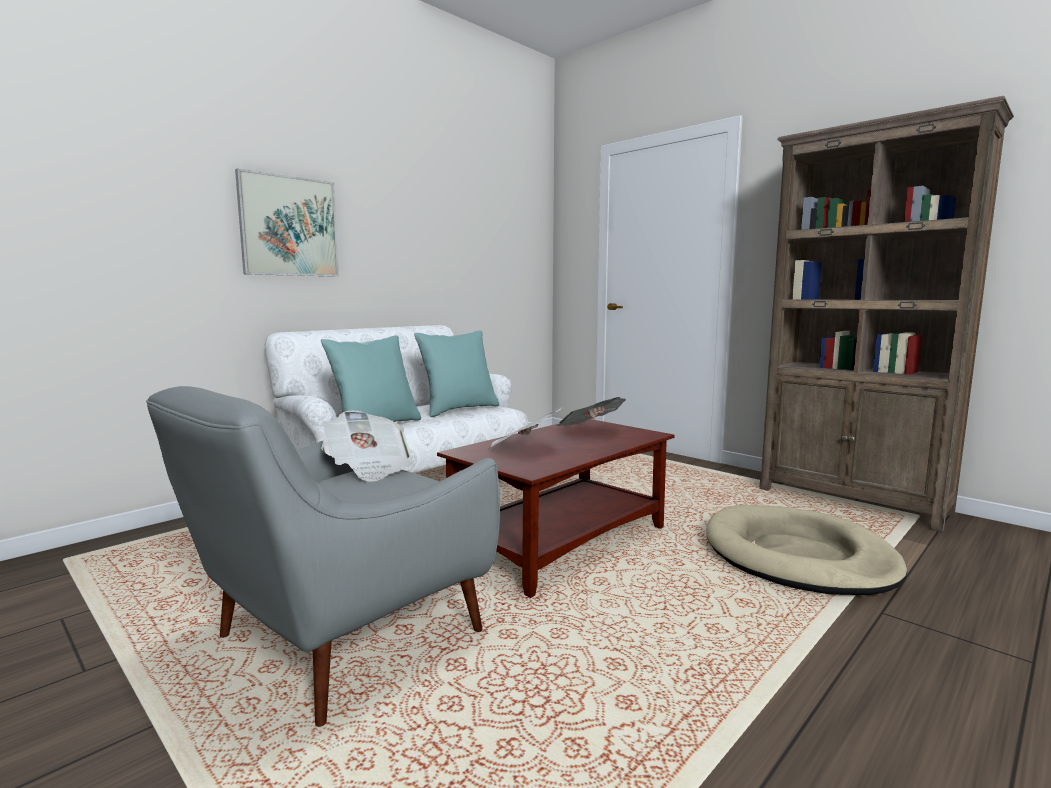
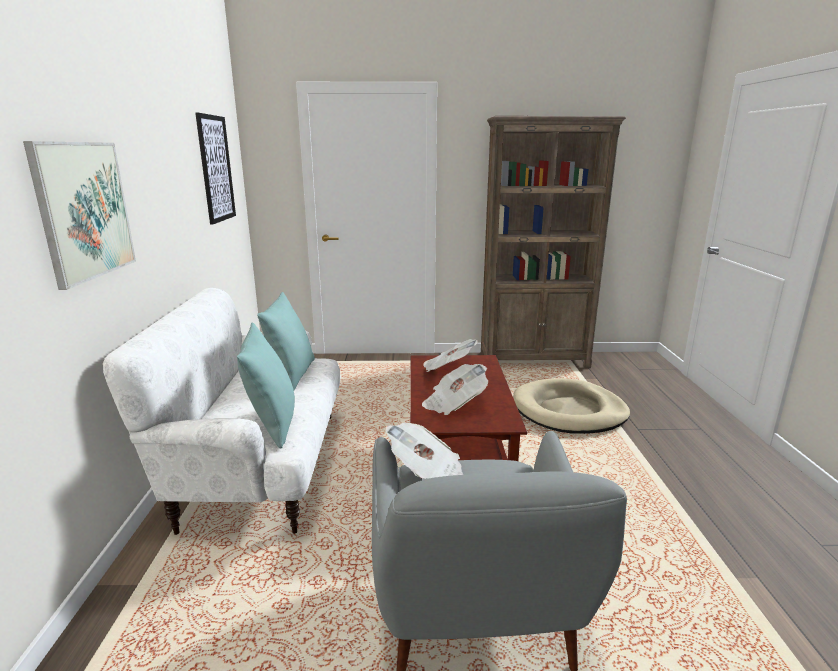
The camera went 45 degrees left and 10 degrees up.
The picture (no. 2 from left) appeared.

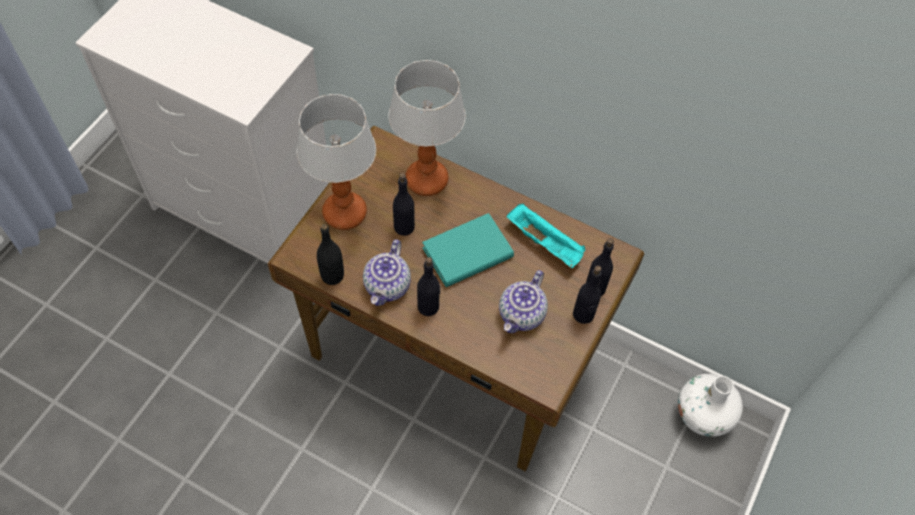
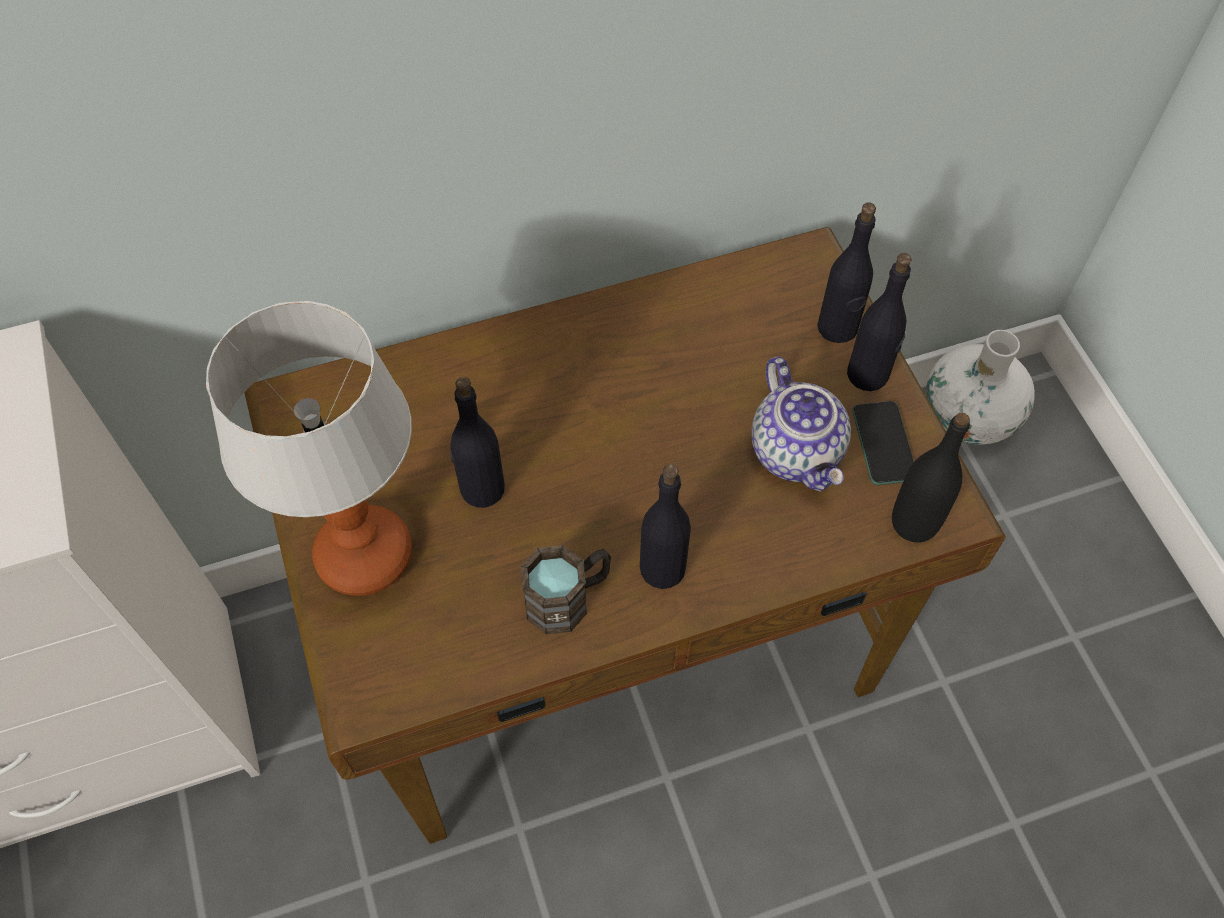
The camera went 45 degrees left and 0 degrees up.
The table lamp (no. 2 from left) disappeared.
The turquoise tray disappeared.
The turquoise book disappeared.
The black bottle (no. 1 from left in the first image) moved.
The teapot (no. 1 from left) was replaced by the brown mug.
The phone appeared.

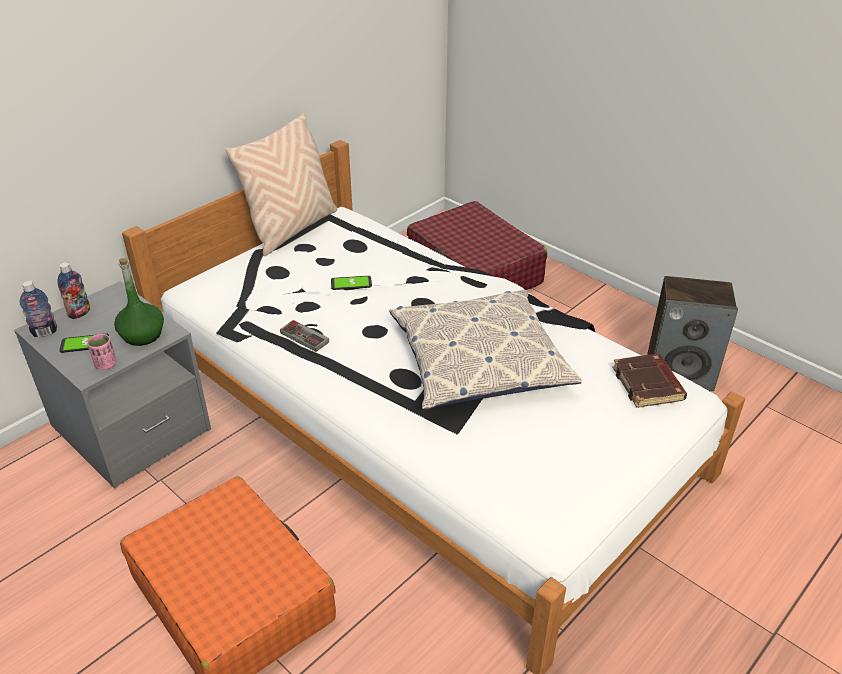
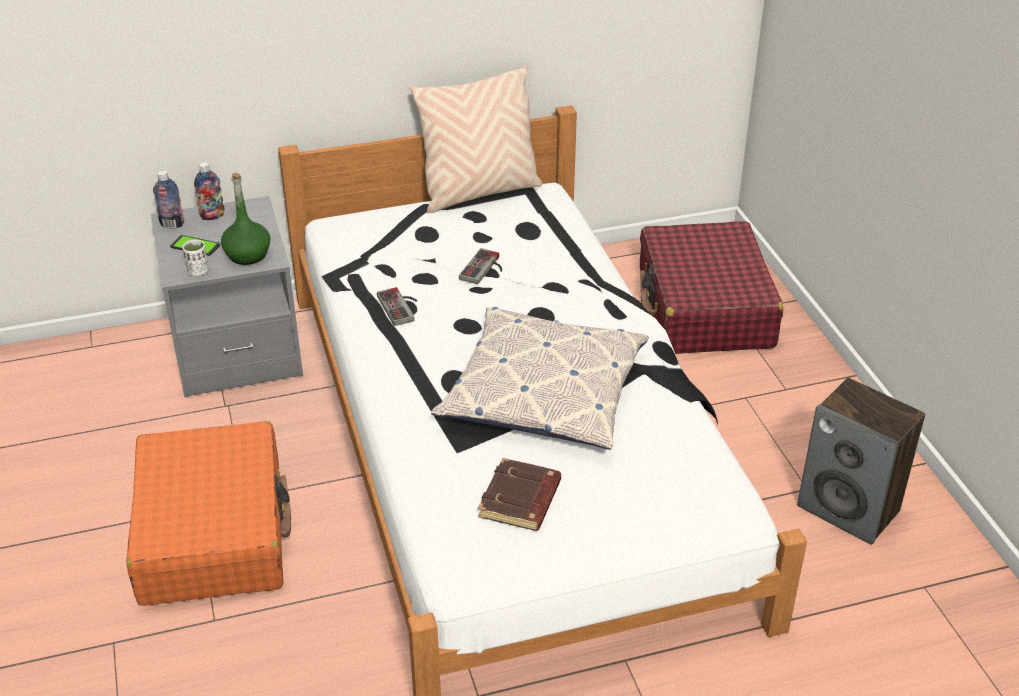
The camera went 30 degrees right and 0 degrees up.
The phone (no. 2 from left) was replaced by the game controller (no. 2 from left).
The pink cup became the white cup.
The brown book moved.

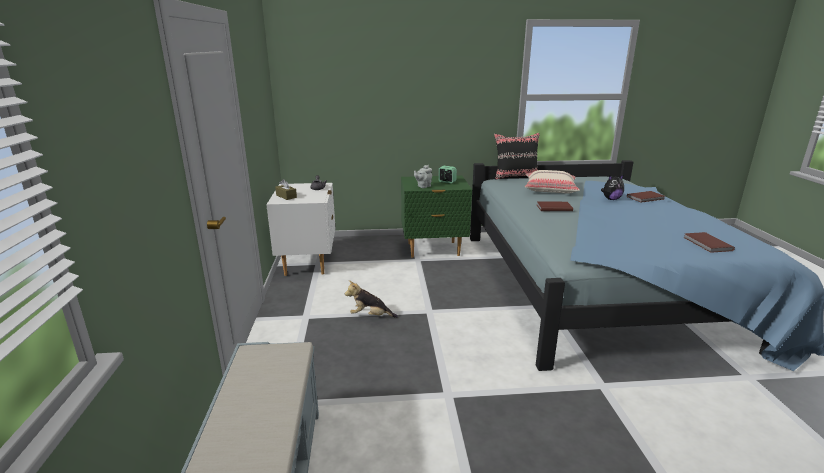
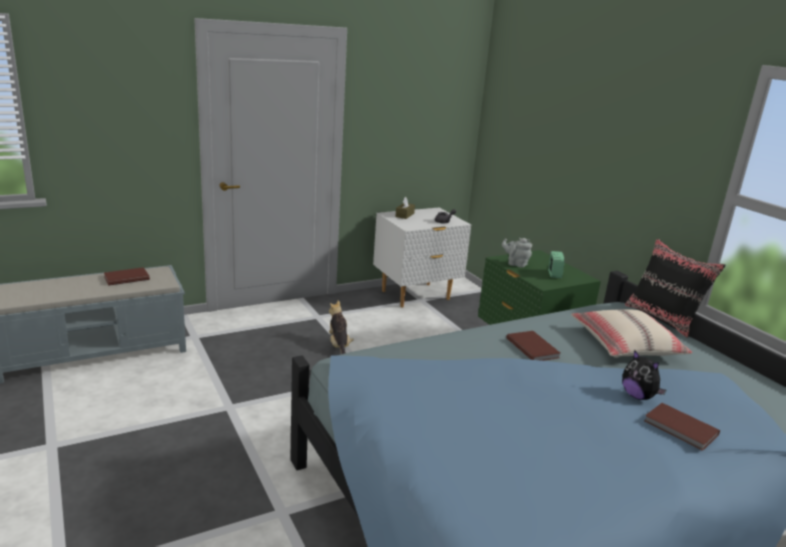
The camera went 65 degrees right and 0 degrees up.
The brown book (no. 3 from left in the first image) moved.

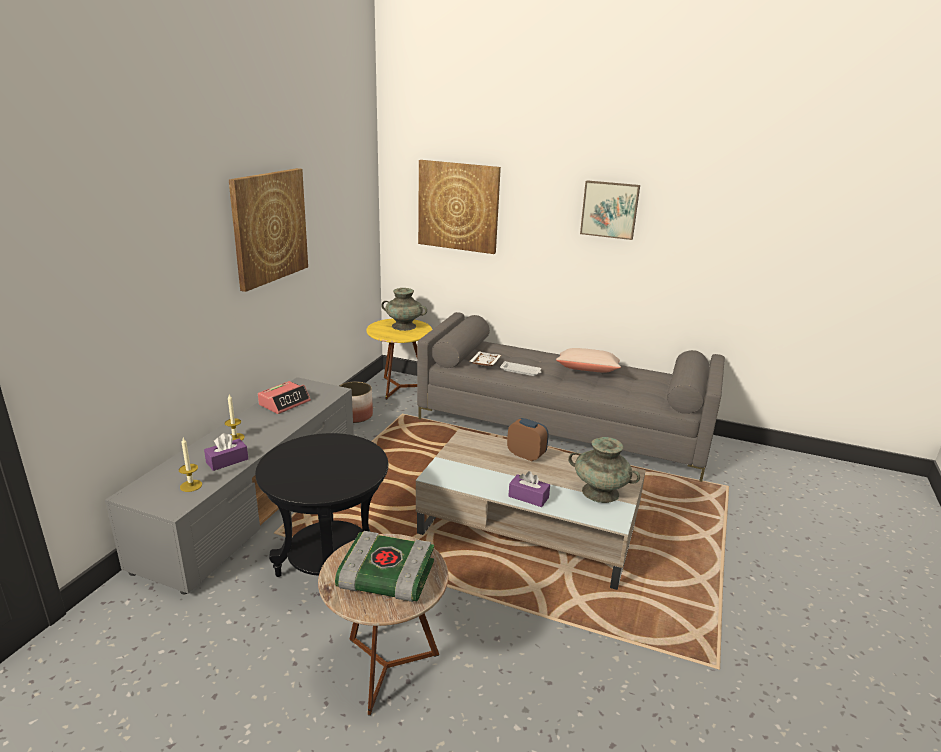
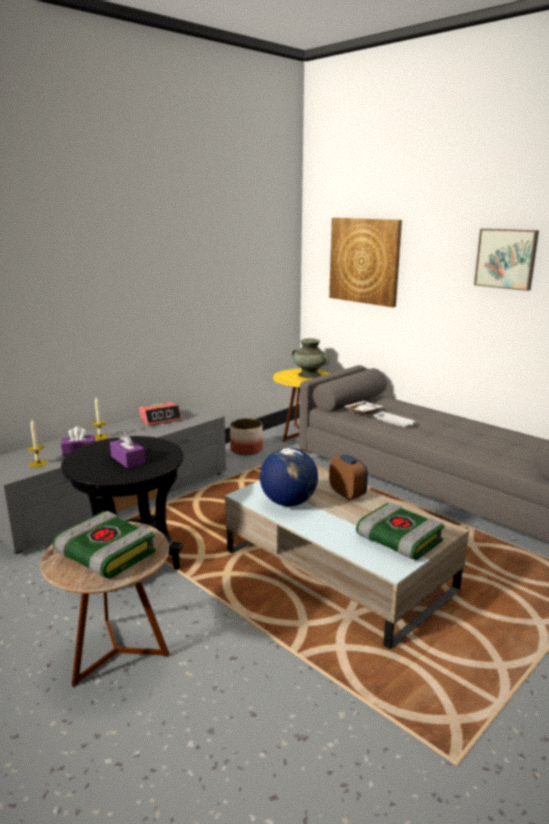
The camera went 25 degrees right and 5 degrees down.
The picture (no. 1 from left) disappeared.
The beige pillow disappeared.
The turquoise vase (no. 2 from left) was replaced by the book (no. 2 from left).
The purple tissue box (no. 2 from left) moved.
The globe appeared.

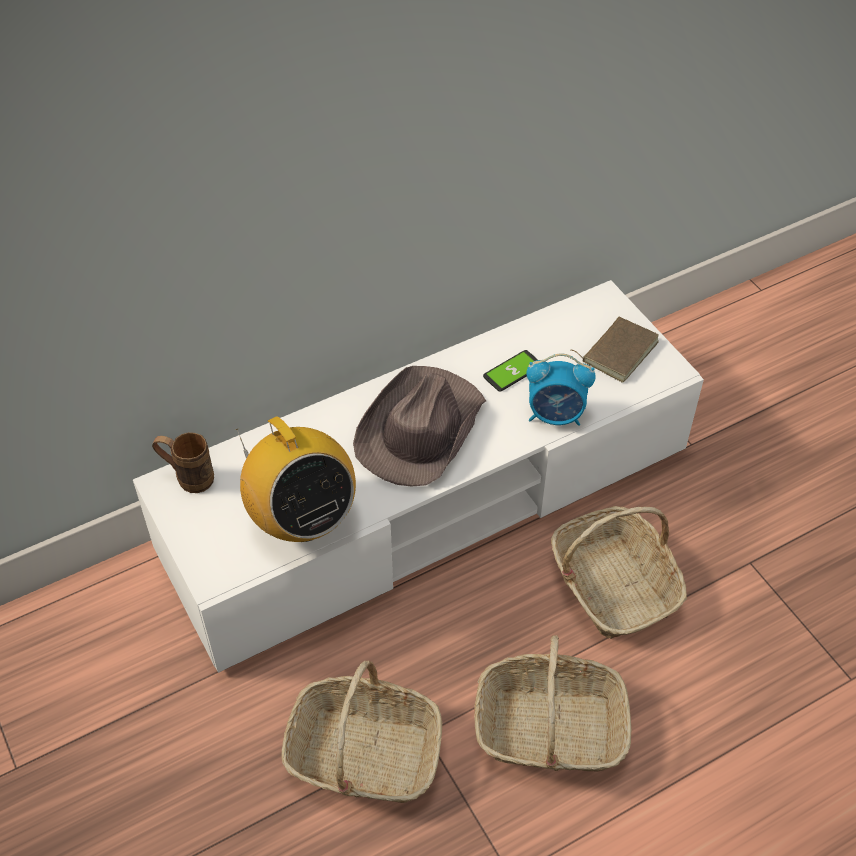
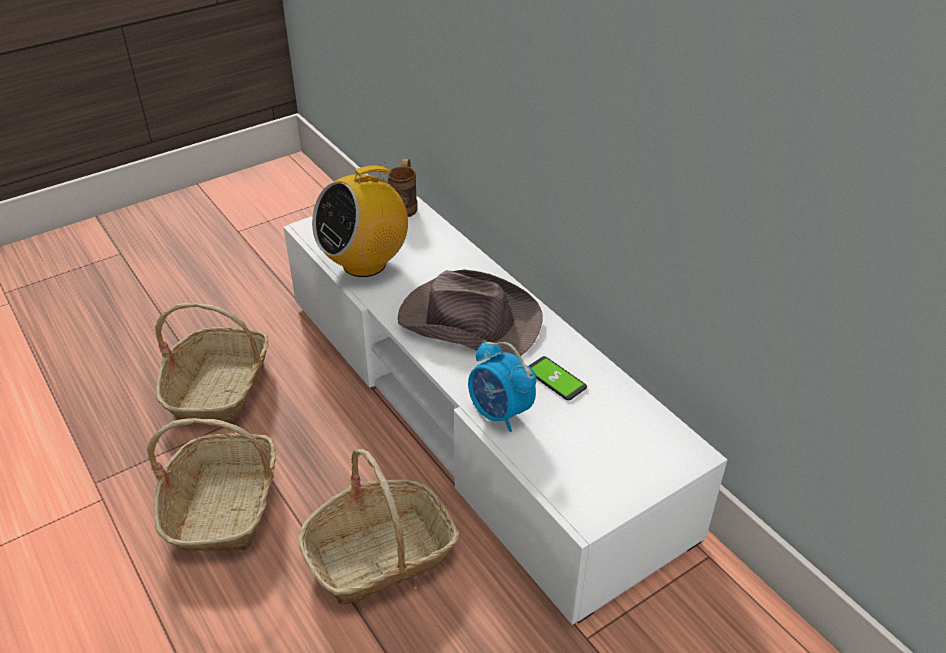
The camera went 85 degrees right and 10 degrees down.
The brown book disappeared.
The alarm clock turned 45 degrees counterclockwise.

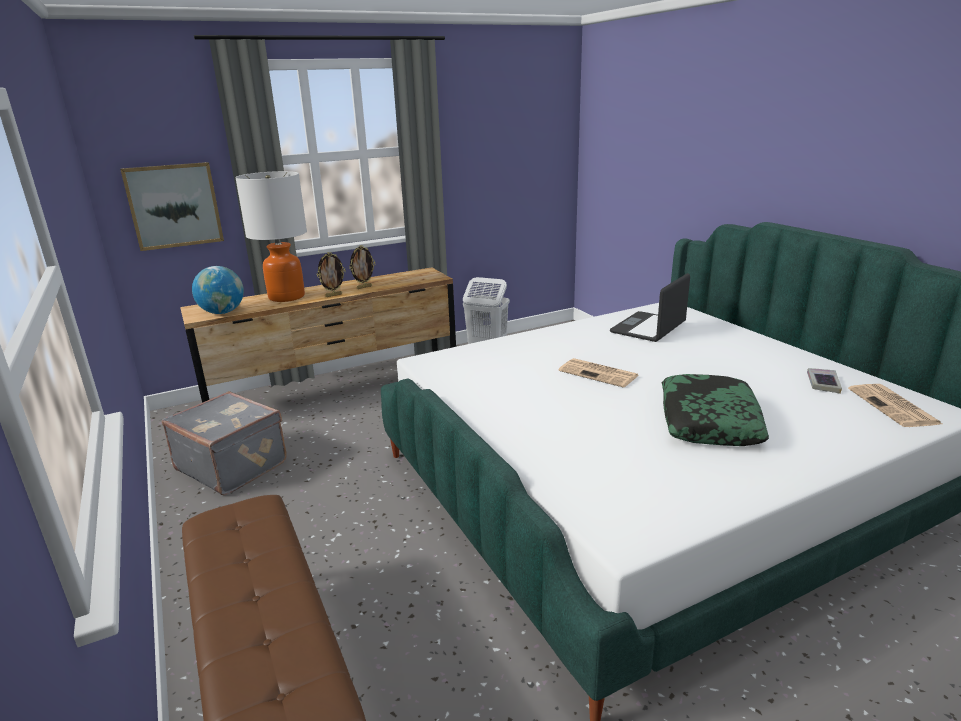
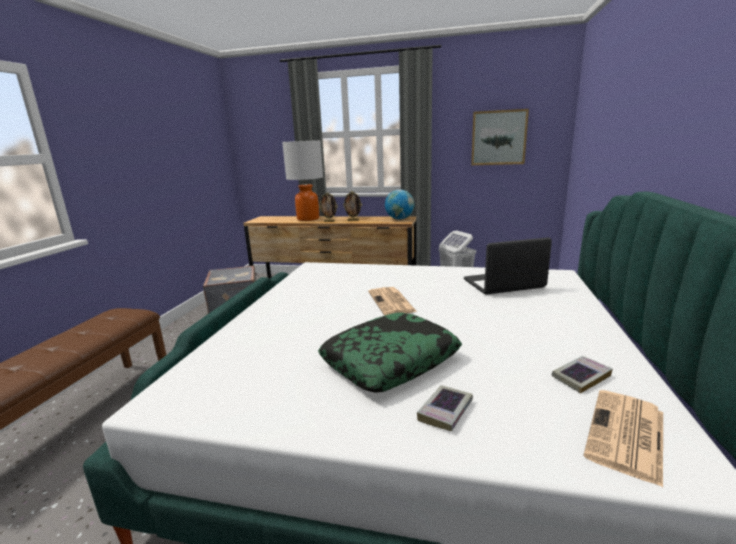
The camera went 40 degrees right and 5 degrees down.
The picture moved.
The globe moved.
The book (no. 1 from left) appeared.

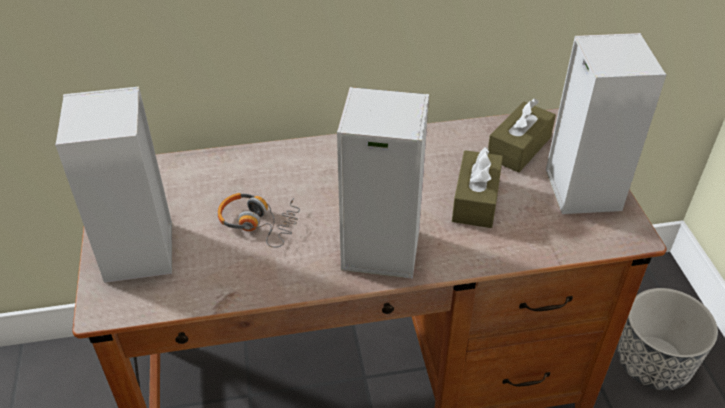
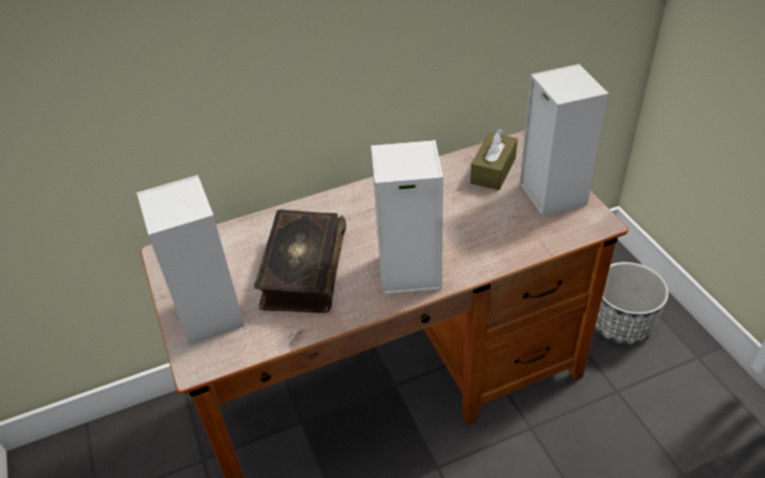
The camera went 10 degrees left and 0 degrees up.
The brown tissue box (no. 1 from left) disappeared.
The headphones was replaced by the book.

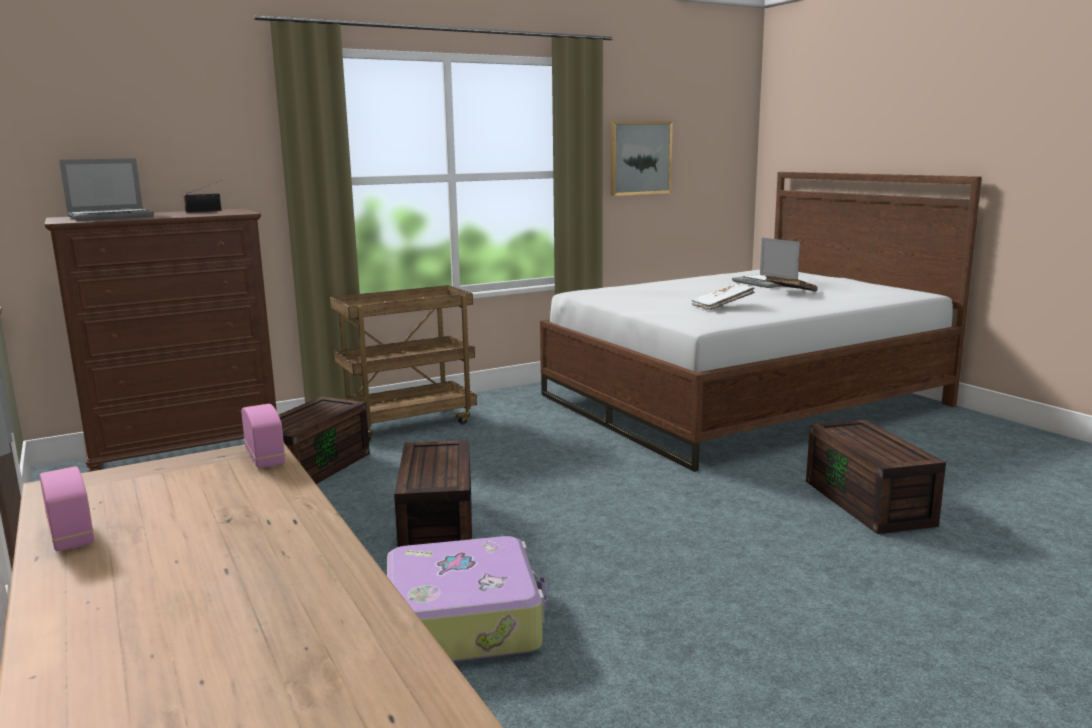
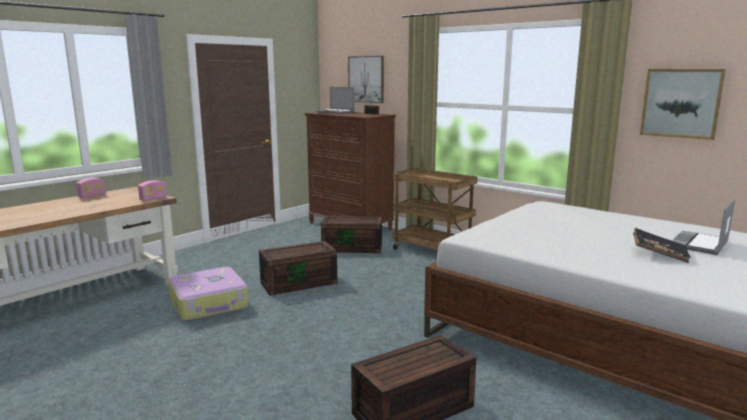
The camera went 70 degrees right and 0 degrees up.
The white book disappeared.
The picture (no. 1 from left) appeared.

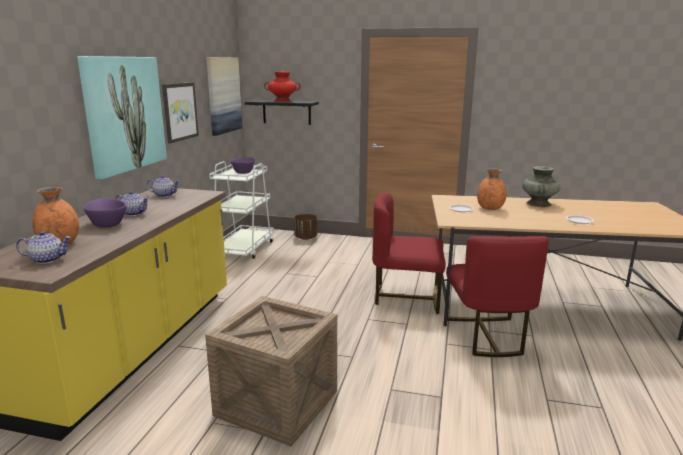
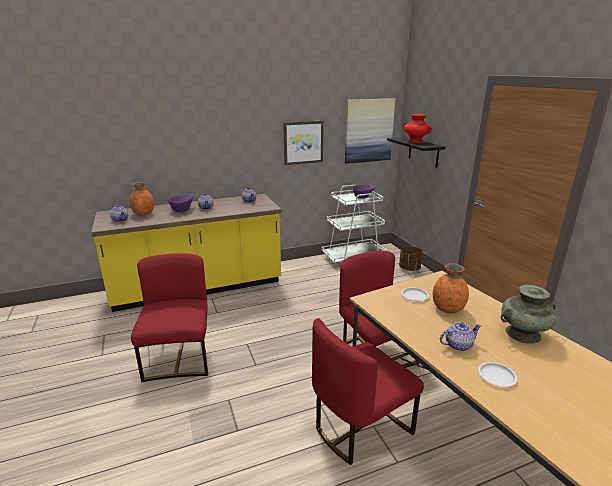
The camera went 55 degrees right and 5 degrees up.
The picture (no. 1 from left) disappeared.
The crate was replaced by the red chair (no. 1 from left).
The teapot (no. 4 from left) appeared.

